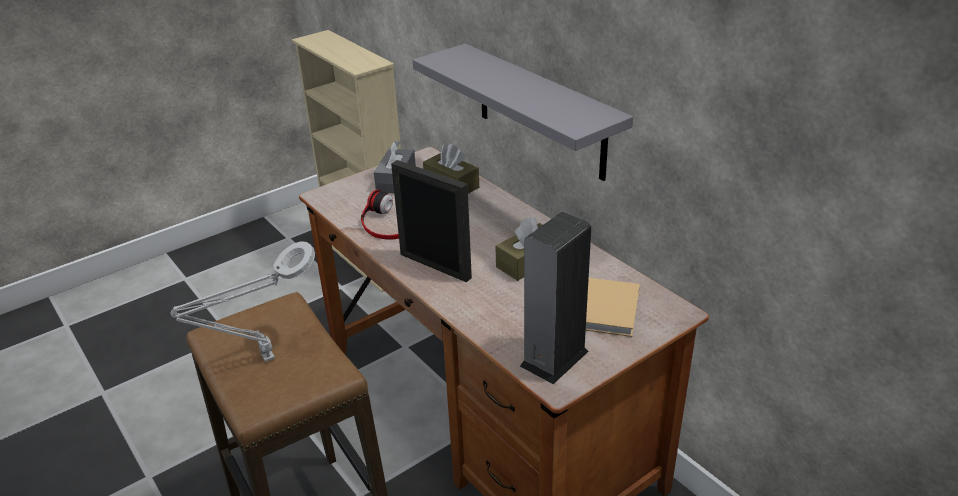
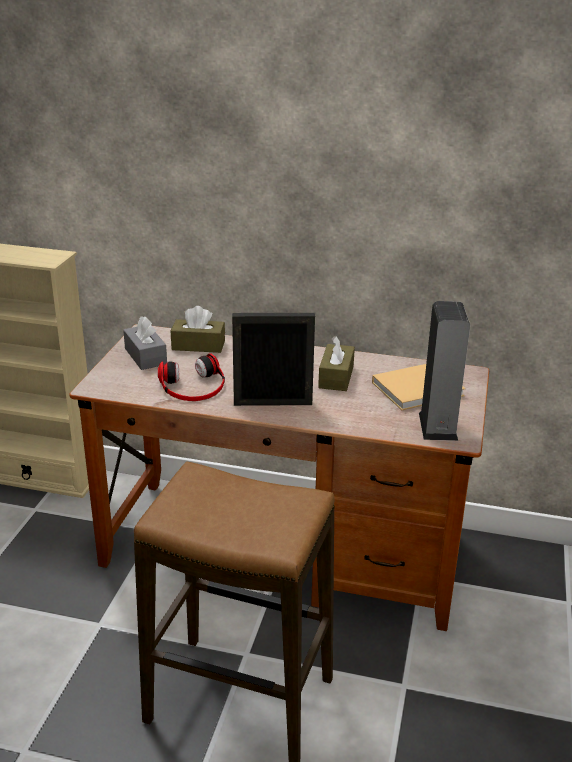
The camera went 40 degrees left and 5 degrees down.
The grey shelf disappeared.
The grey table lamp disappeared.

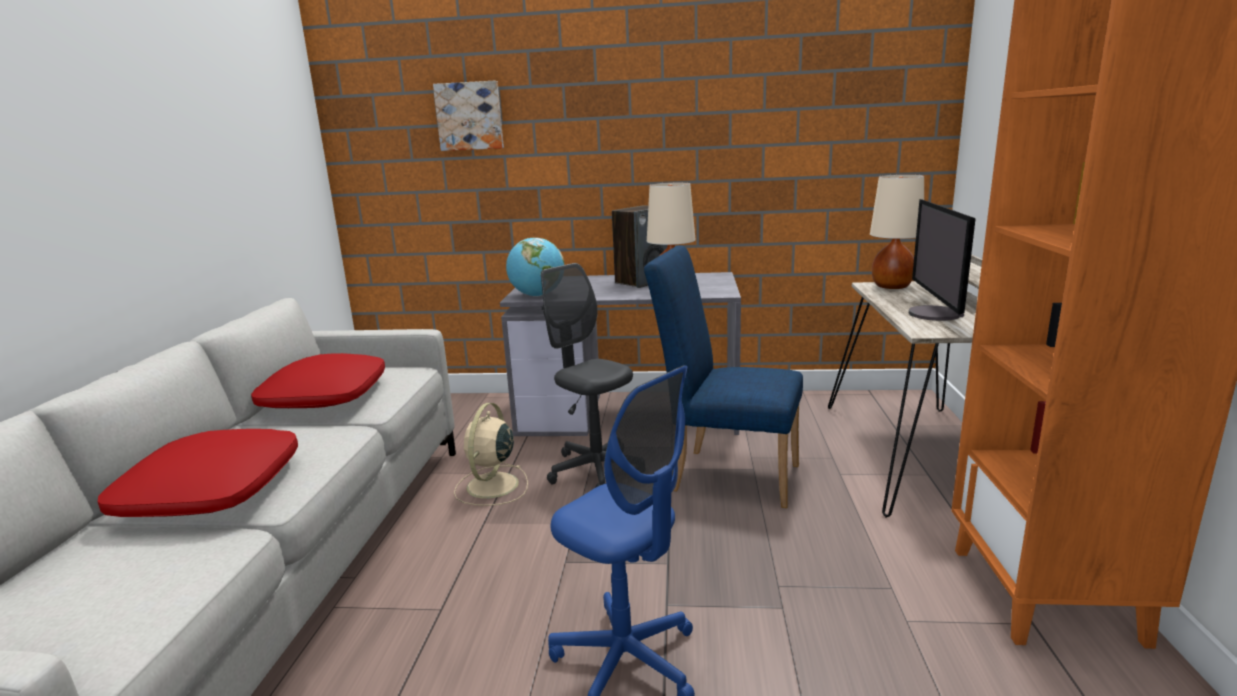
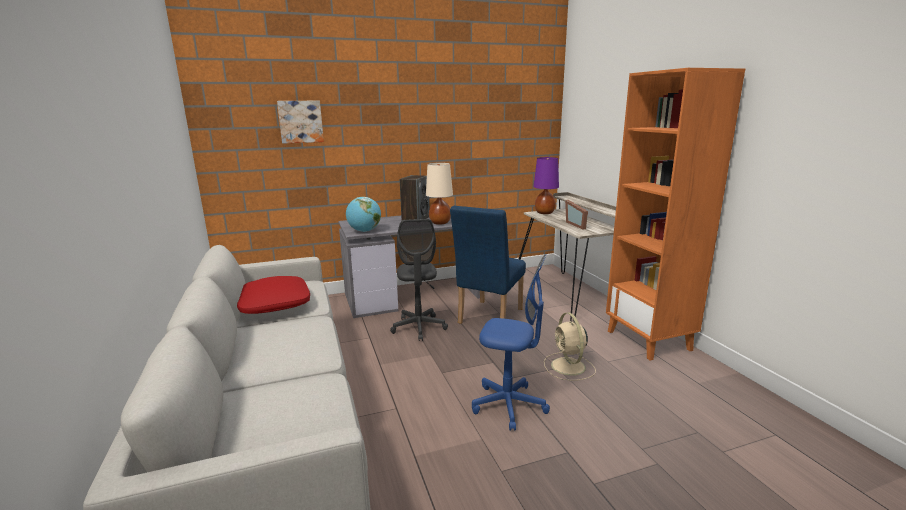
The camera went 25 degrees left and 0 degrees up.
The beige table lamp (no. 2 from left) became the purple table lamp.
The monitor was replaced by the picture frame.
The blue chair turned 60 degrees counterclockwise.
The grey office chair turned 120 degrees counterclockwise.
The beige fan moved.
The red pillow (no. 1 from left) disappeared.

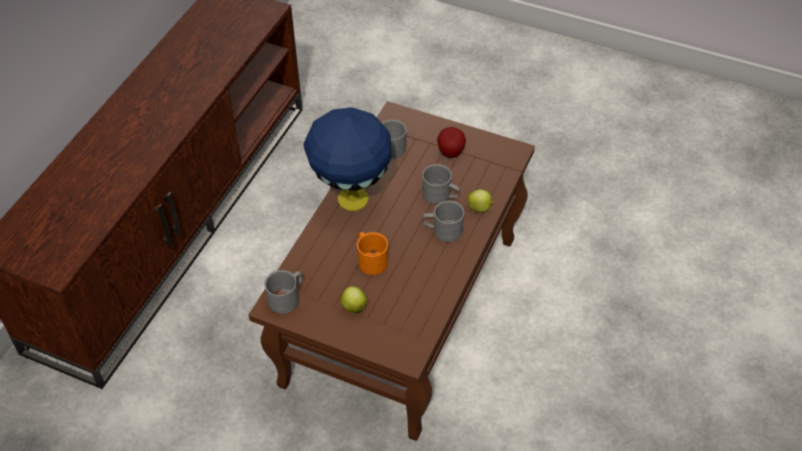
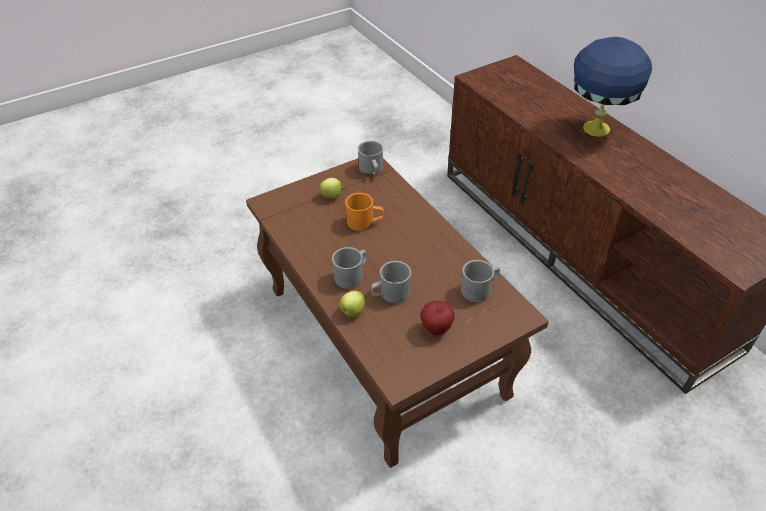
The camera went 125 degrees right and 5 degrees down.
The blue table lamp moved.

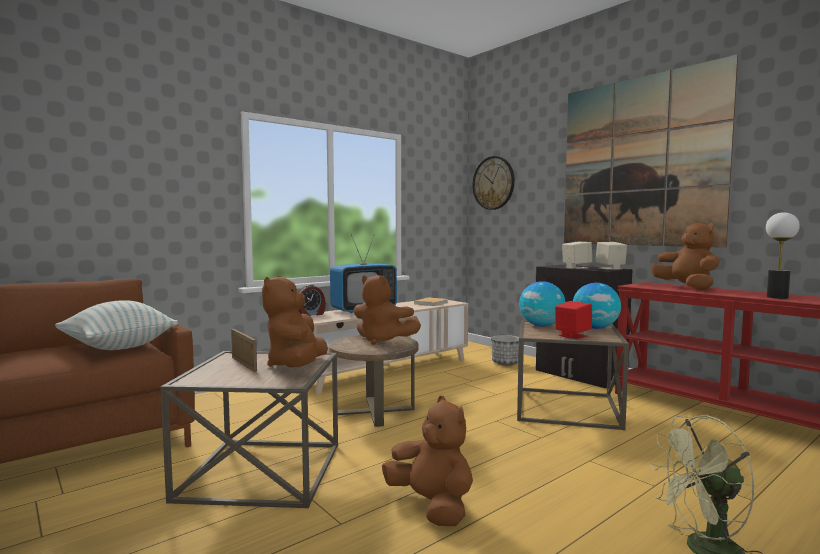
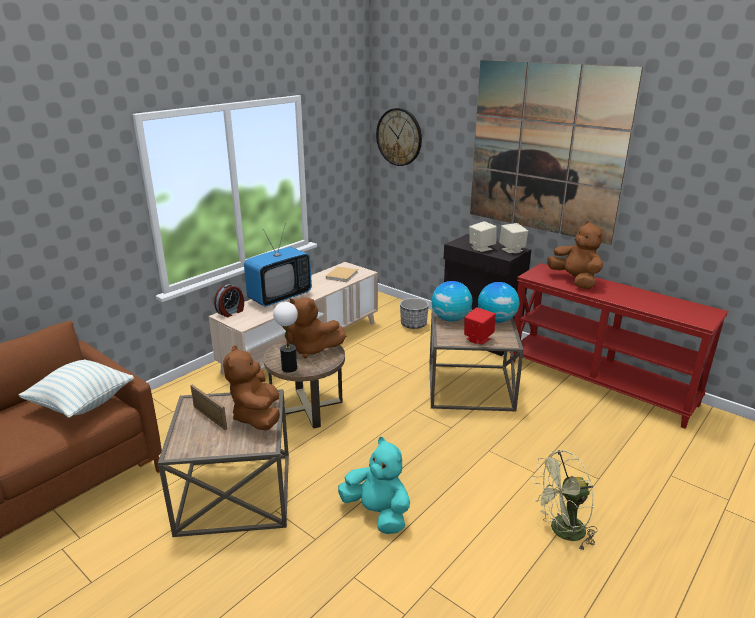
The camera went 10 degrees left and 20 degrees up.
The table lamp moved.
The brown plush toy (no. 3 from left) became the turquoise plush toy.

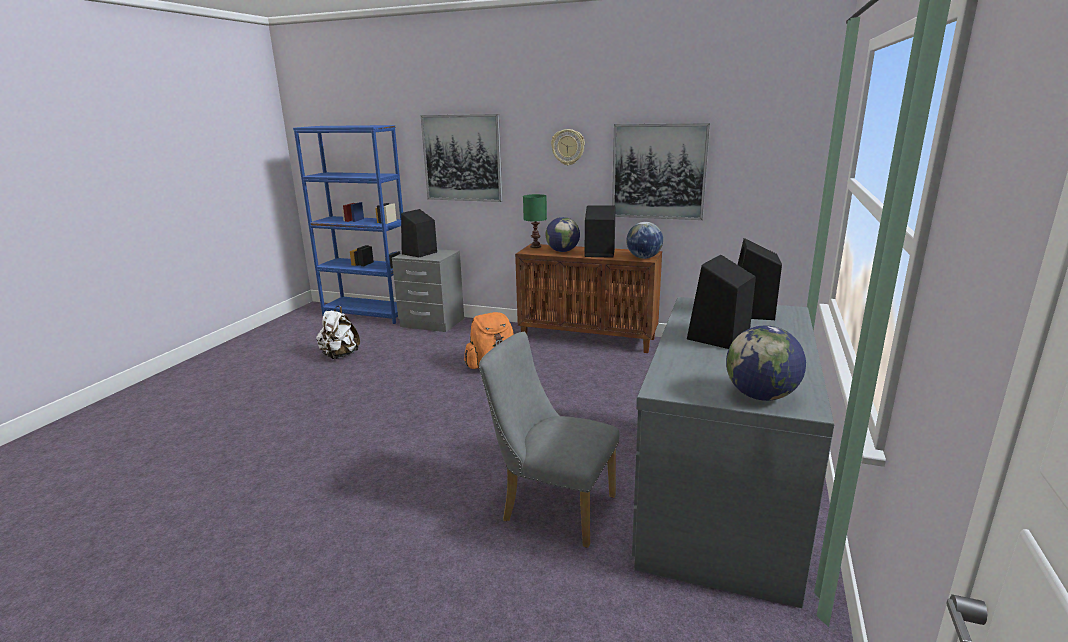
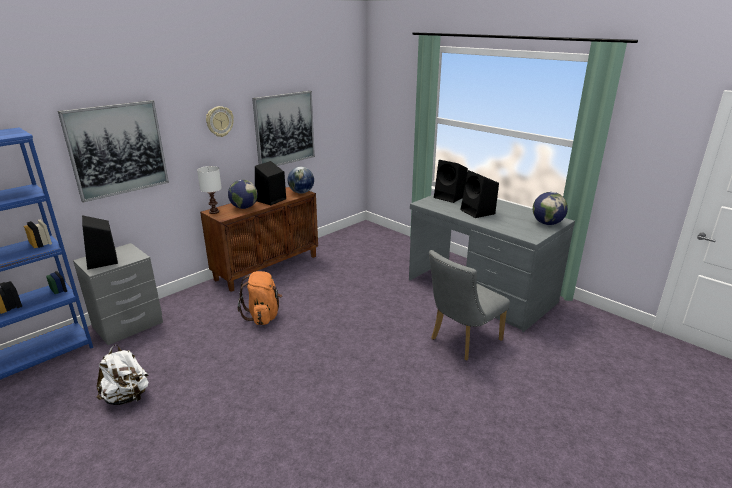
The camera went 65 degrees left and 5 degrees up.
The green table lamp became the white table lamp.

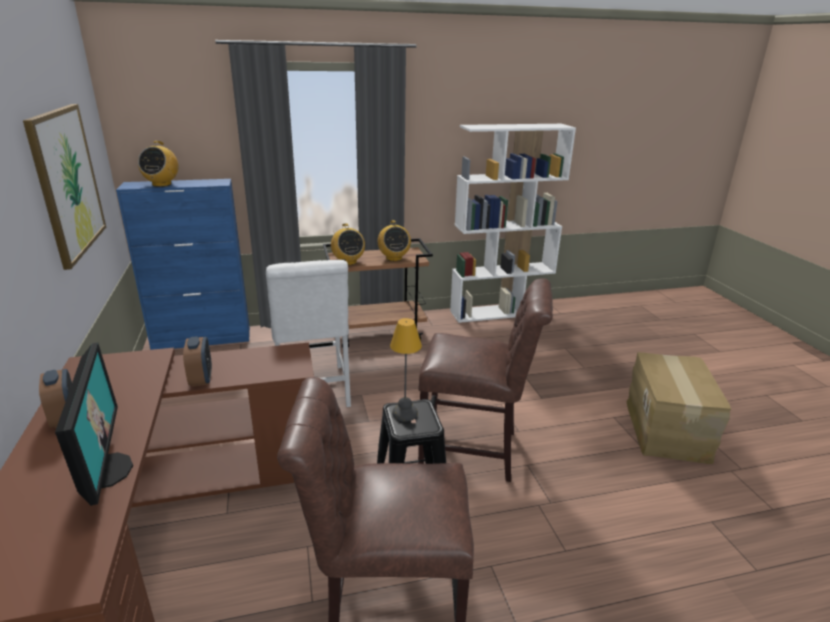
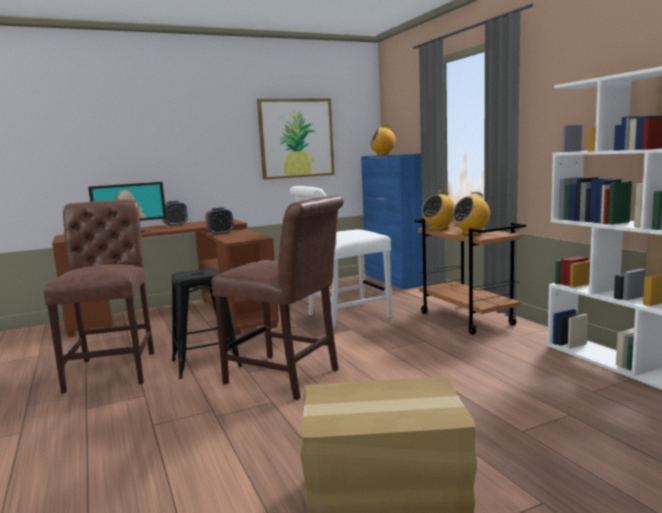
The camera went 80 degrees right and 15 degrees down.
The brown chair (no. 2 from left) turned 60 degrees counterclockwise.
The table lamp disappeared.

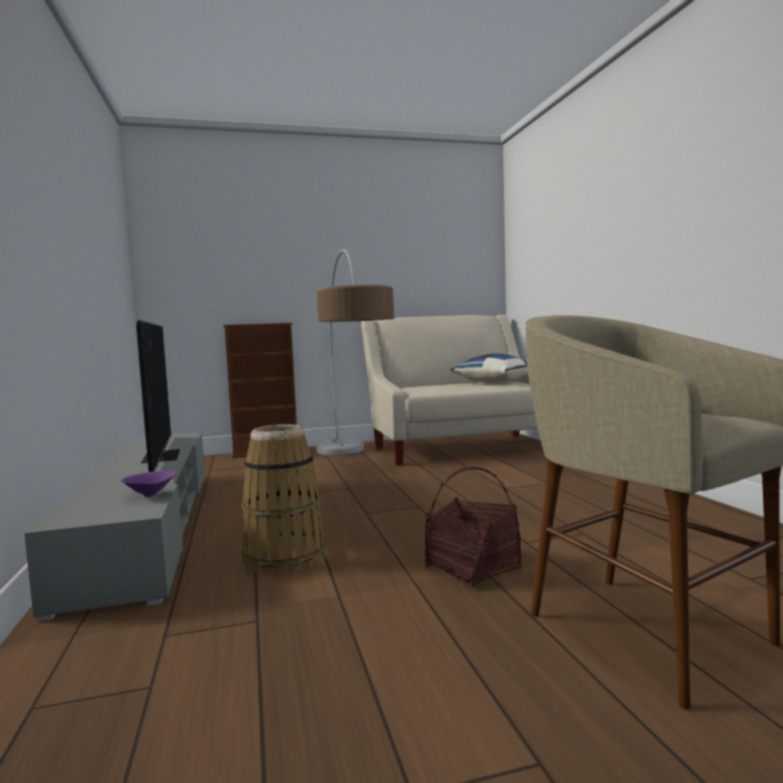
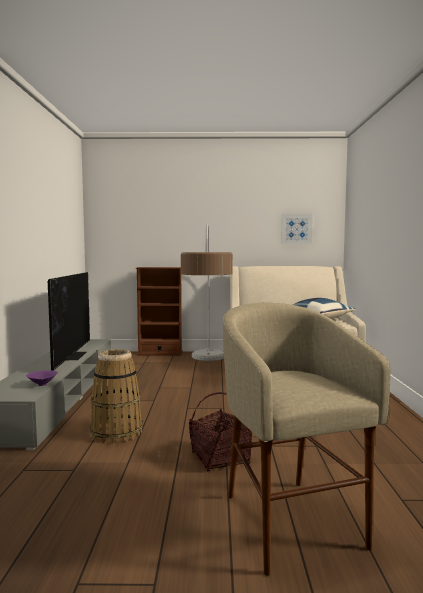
The camera went 15 degrees right and 0 degrees up.
The picture appeared.

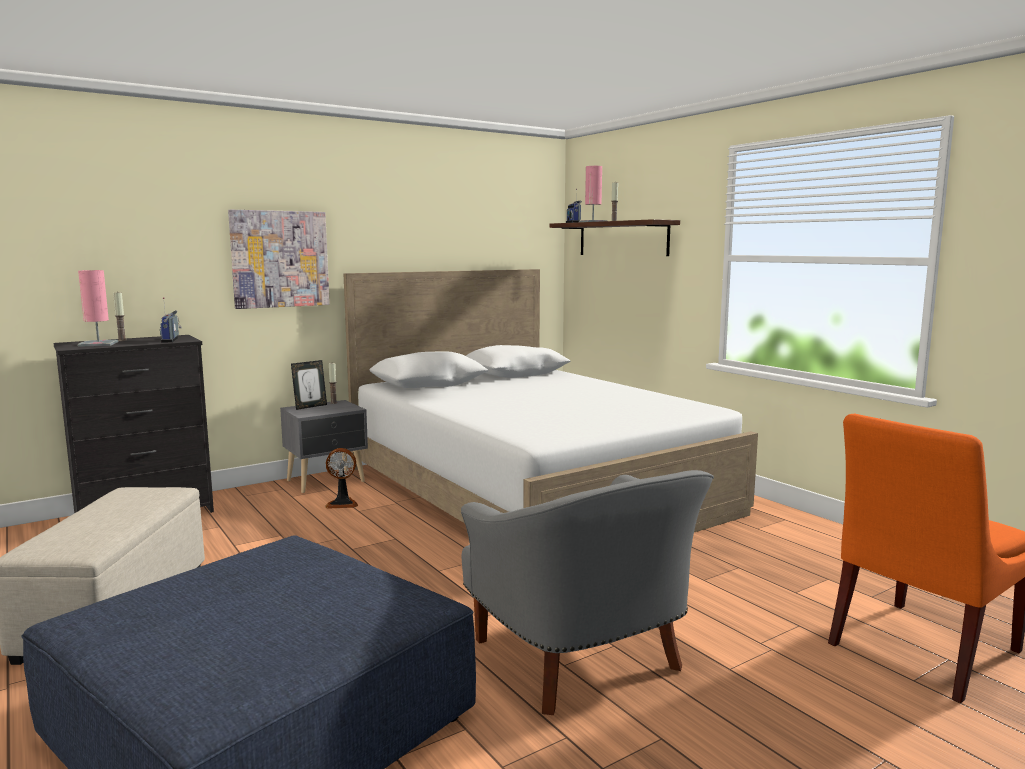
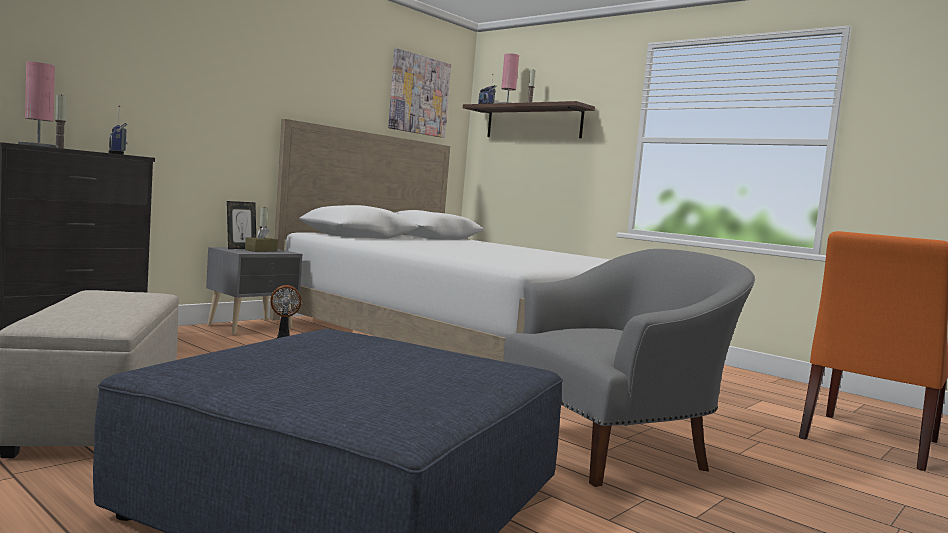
The camera went 15 degrees left and 5 degrees down.
The picture moved.
The grey armchair turned 75 degrees counterclockwise.
The brown tissue box appeared.

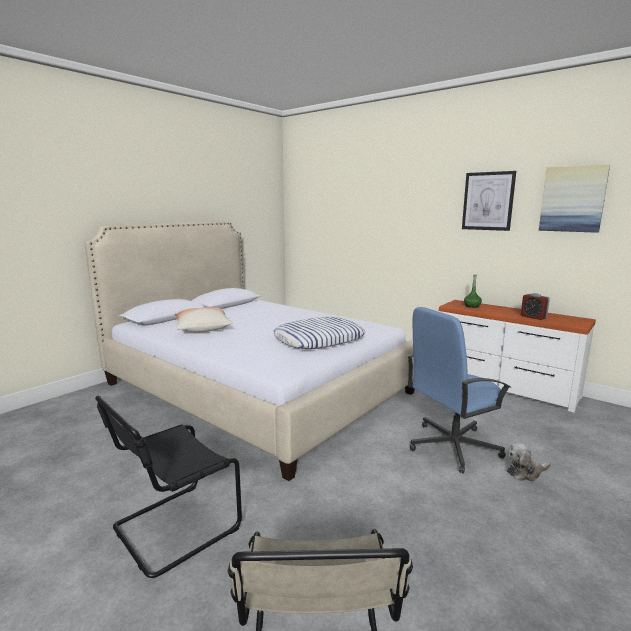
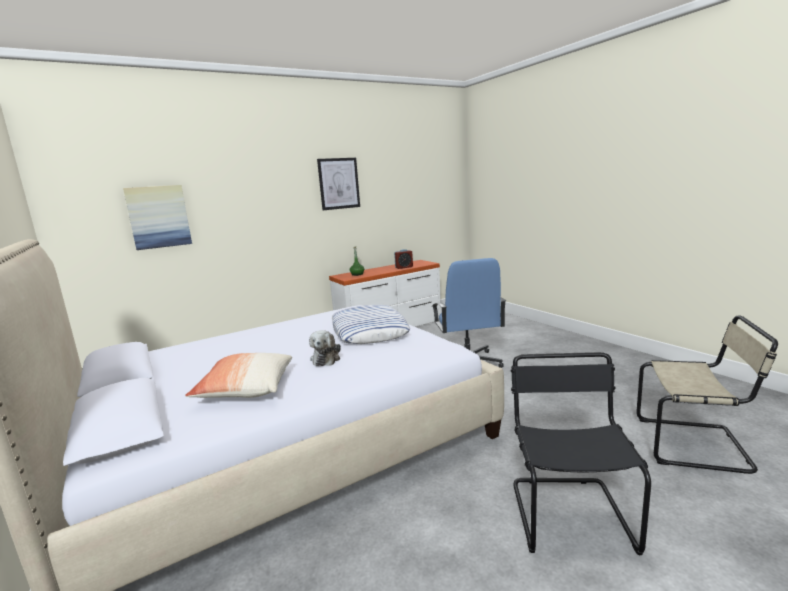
The camera went 70 degrees left and 0 degrees up.
The picture (no. 2 from left in the first image) moved.
The black chair turned 150 degrees counterclockwise.
The plush toy moved.

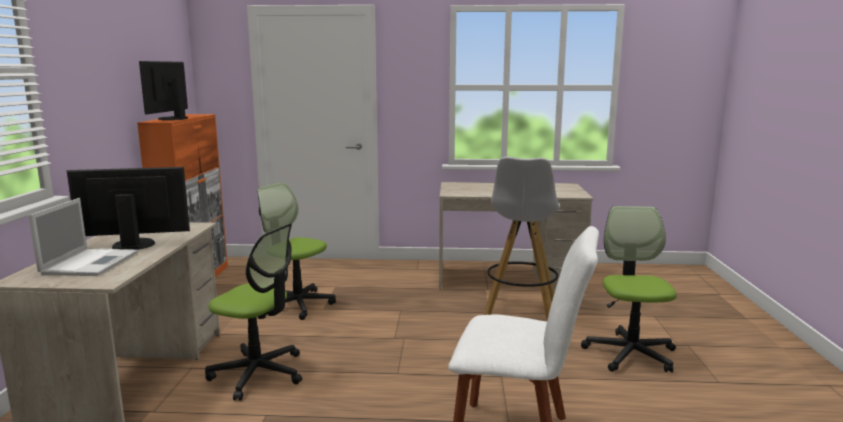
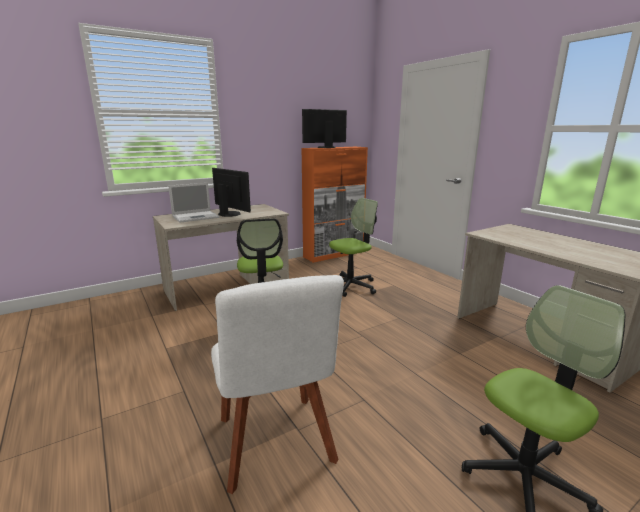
The camera went 55 degrees right and 5 degrees up.
The white stool disappeared.
The office chair (no. 2 from left) turned 60 degrees clockwise.

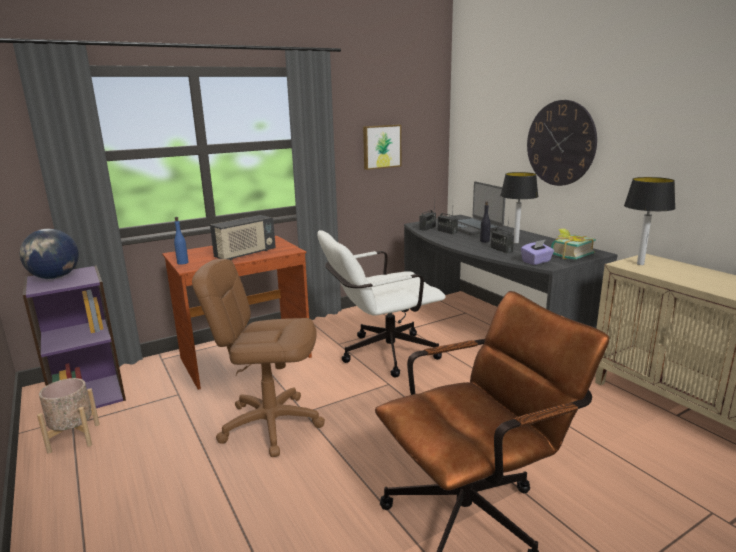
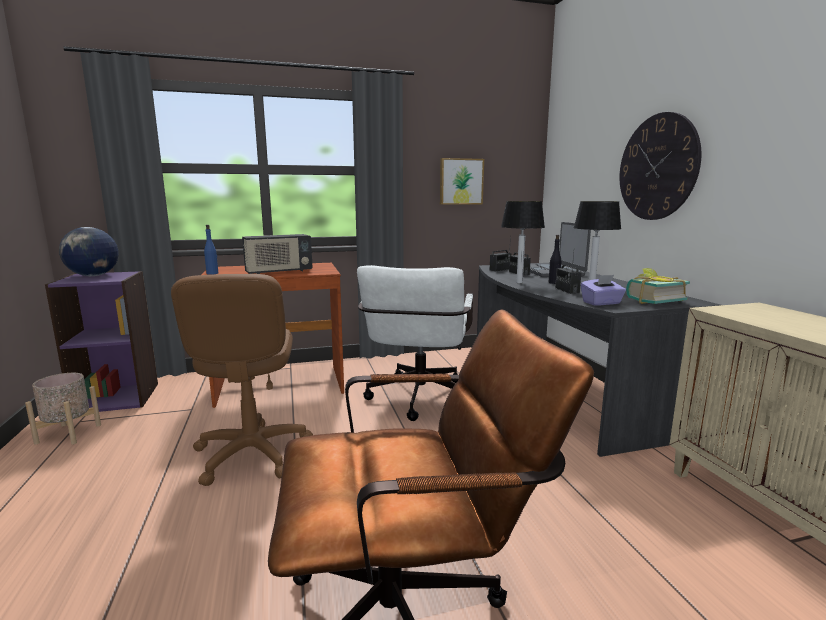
The camera went 15 degrees right and 5 degrees down.
The table lamp (no. 2 from left in the first image) moved.
The white office chair turned 75 degrees counterclockwise.
The brown office chair (no. 1 from left) turned 120 degrees counterclockwise.

